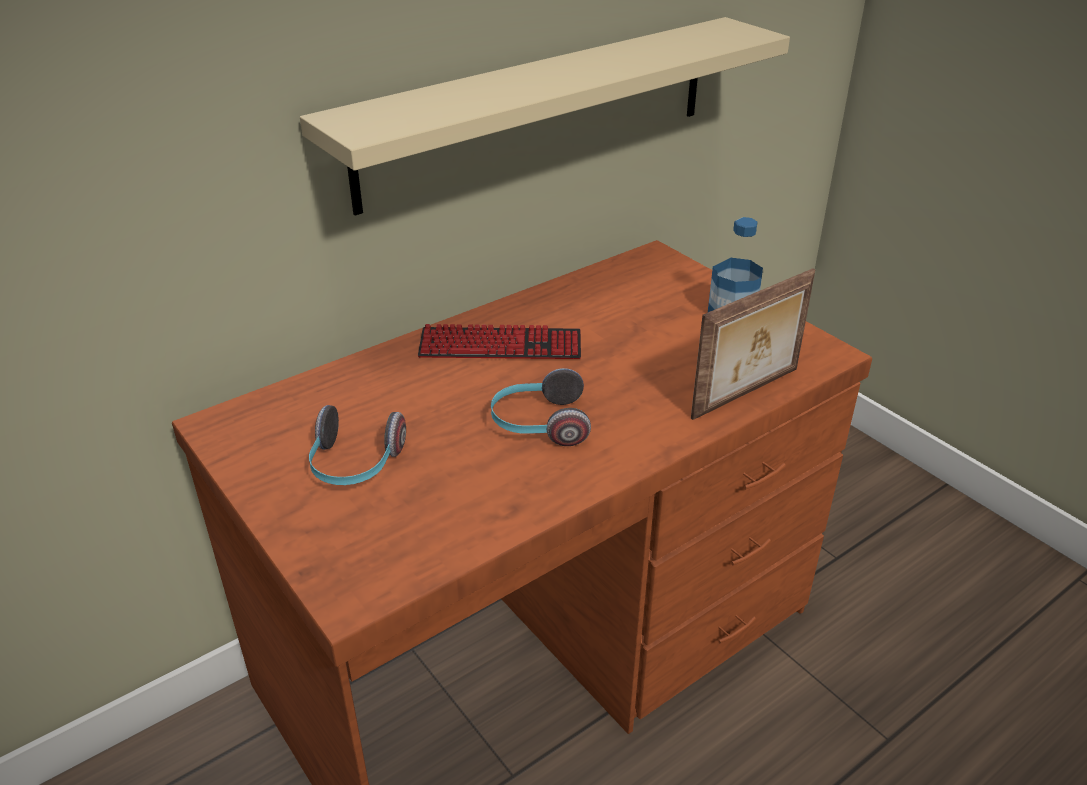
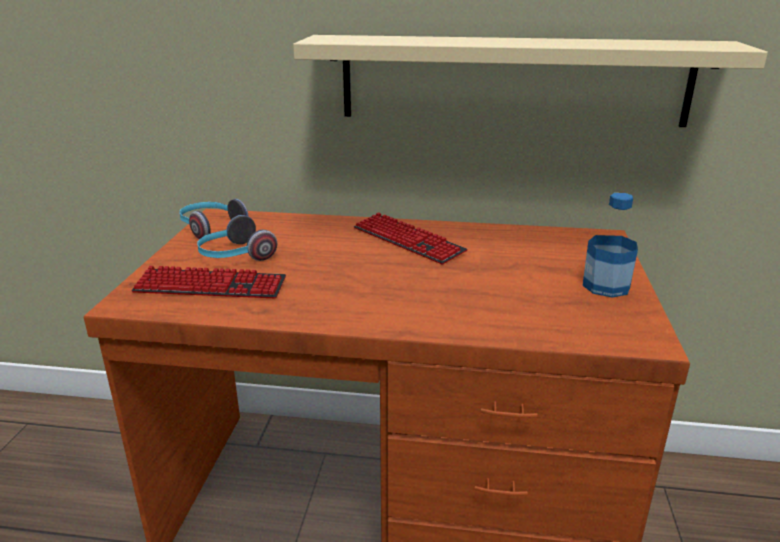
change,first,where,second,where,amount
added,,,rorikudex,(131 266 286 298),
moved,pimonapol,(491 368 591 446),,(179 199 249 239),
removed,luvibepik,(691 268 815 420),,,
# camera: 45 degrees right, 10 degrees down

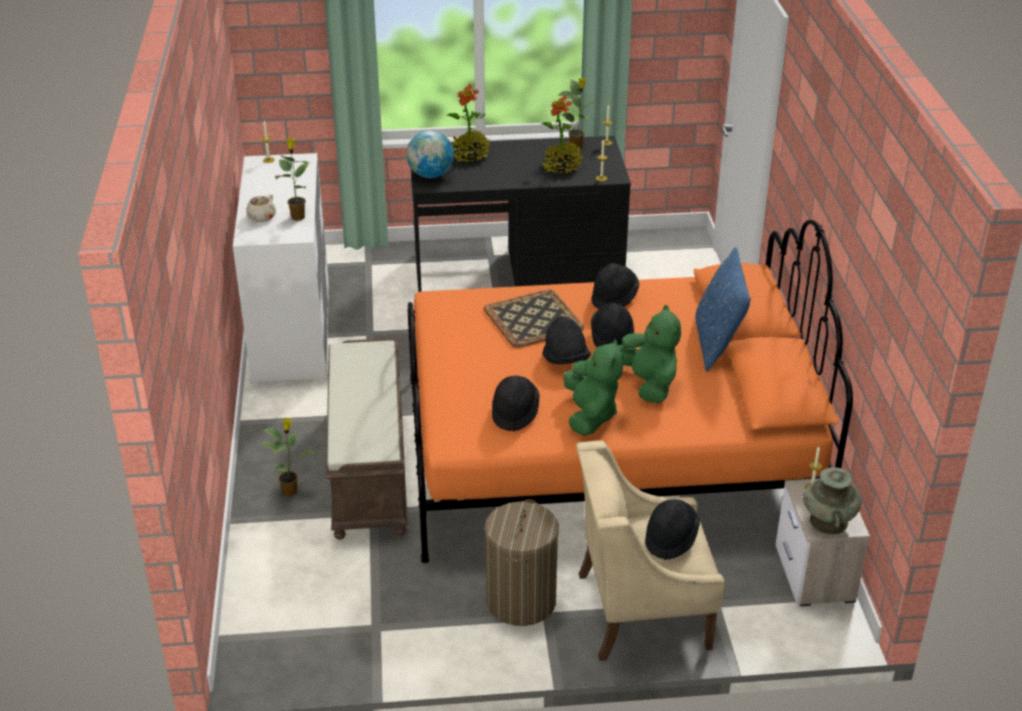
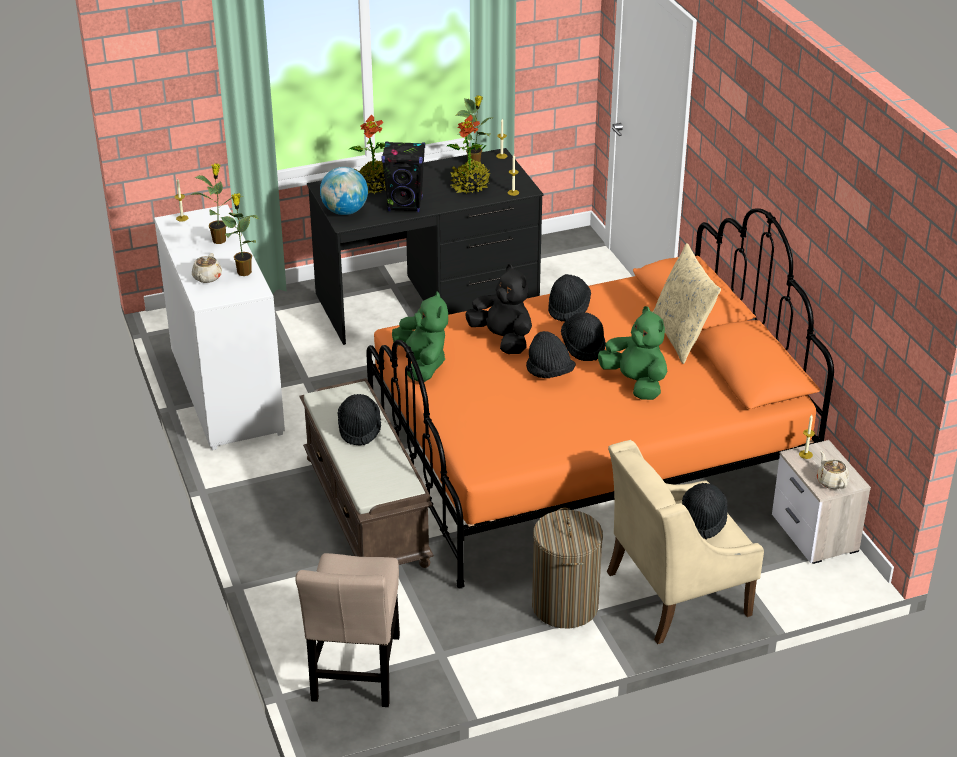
change,first,where,second,where,amount
moved,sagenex,(260 418 315 497),,(191 163 243 244),
added,,,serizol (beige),(295 553 400 707),
moved,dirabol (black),(492 375 540 432),,(337 394 381 445),
added,,,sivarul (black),(381 141 425 212),
moved,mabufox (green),(564 339 623 436),,(392 291 448 382),
replaced,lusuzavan,(484 290 584 348),mabufox (black),(465 264 532 354),
recoloured,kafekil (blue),(695 247 751 372),kafekil (beige),(653 243 721 364),
replaced,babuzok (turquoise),(803 467 862 535),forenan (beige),(817 450 850 489),
# camera: 15 degrees left, 0 degrees up

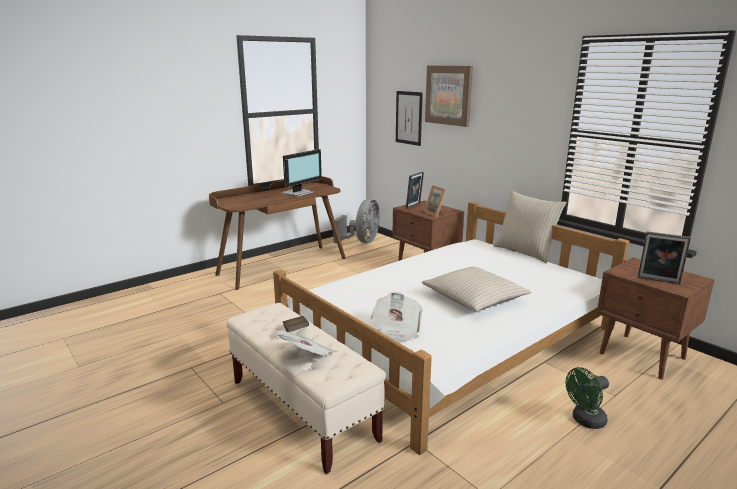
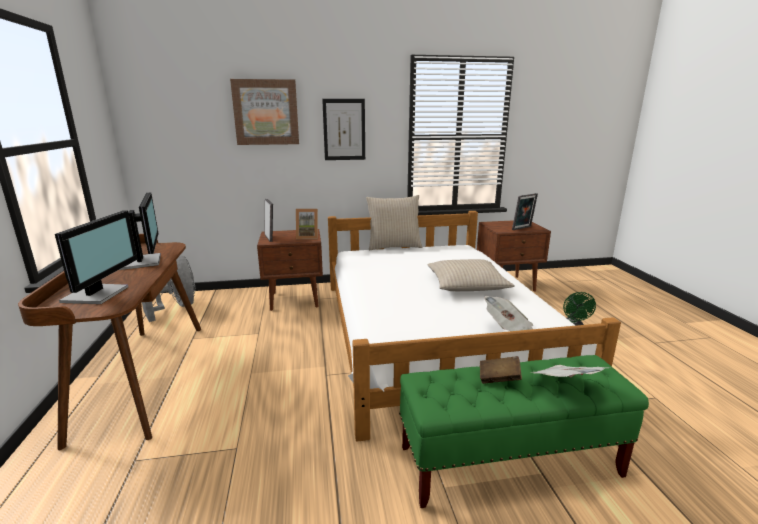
change,first,where,second,where,amount
added,,,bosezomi,(55 210 138 304),
moved,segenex,(396 91 423 146),,(322 99 365 160),
recoloured,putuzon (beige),(226 303 386 474),putuzon (green),(399 355 649 508),
# camera: 60 degrees left, 0 degrees up

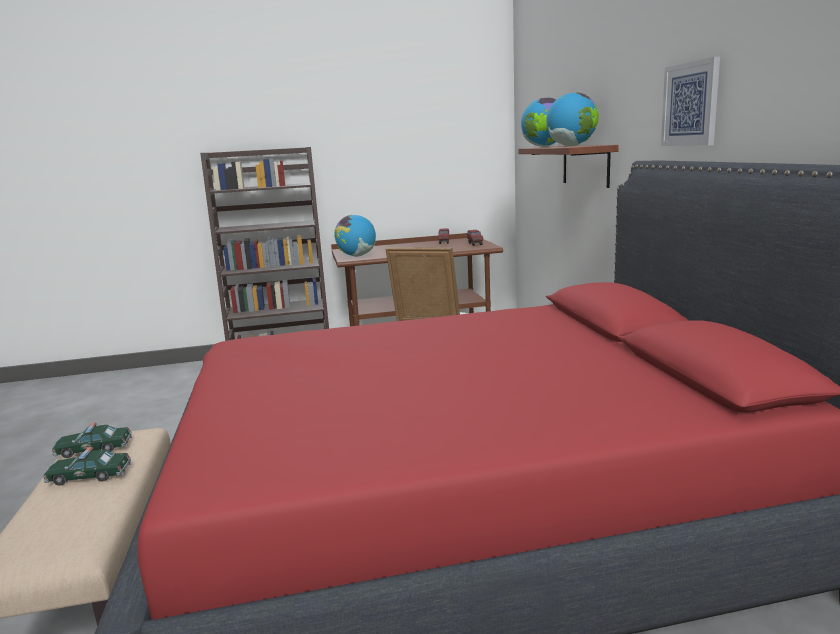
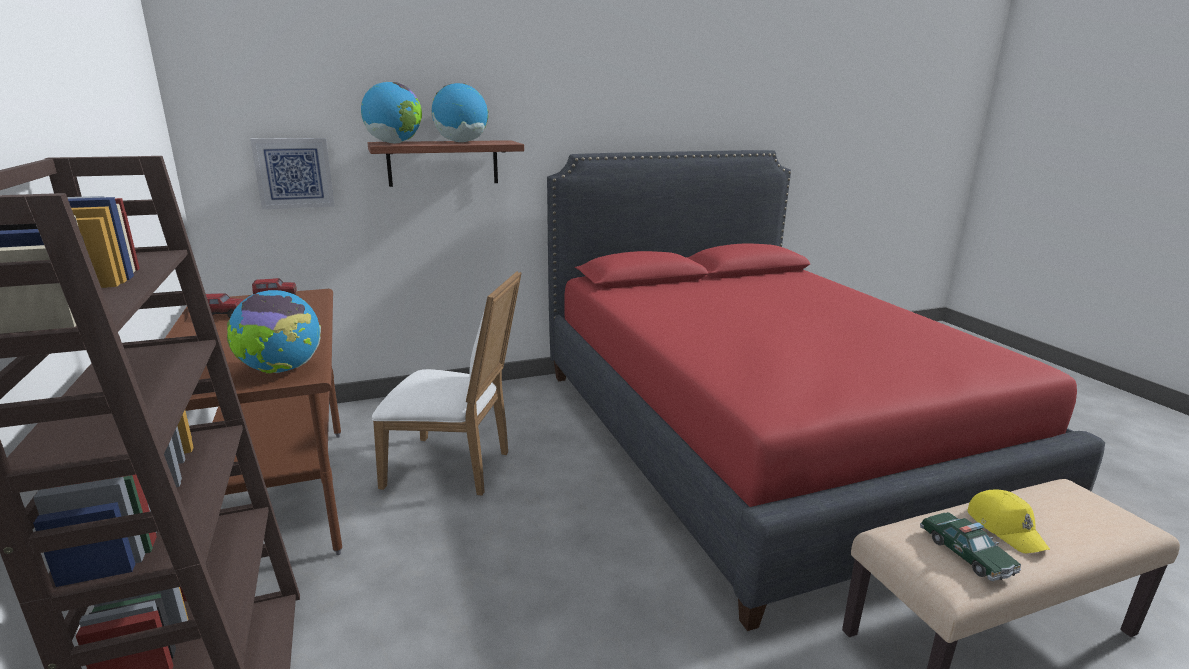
change,first,where,second,where,amount
moved,segenex,(661 57 720 146),,(250 138 334 209),
replaced,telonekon,(43 447 131 486),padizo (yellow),(968 490 1050 553),
# camera: 100 degrees left, 5 degrees up

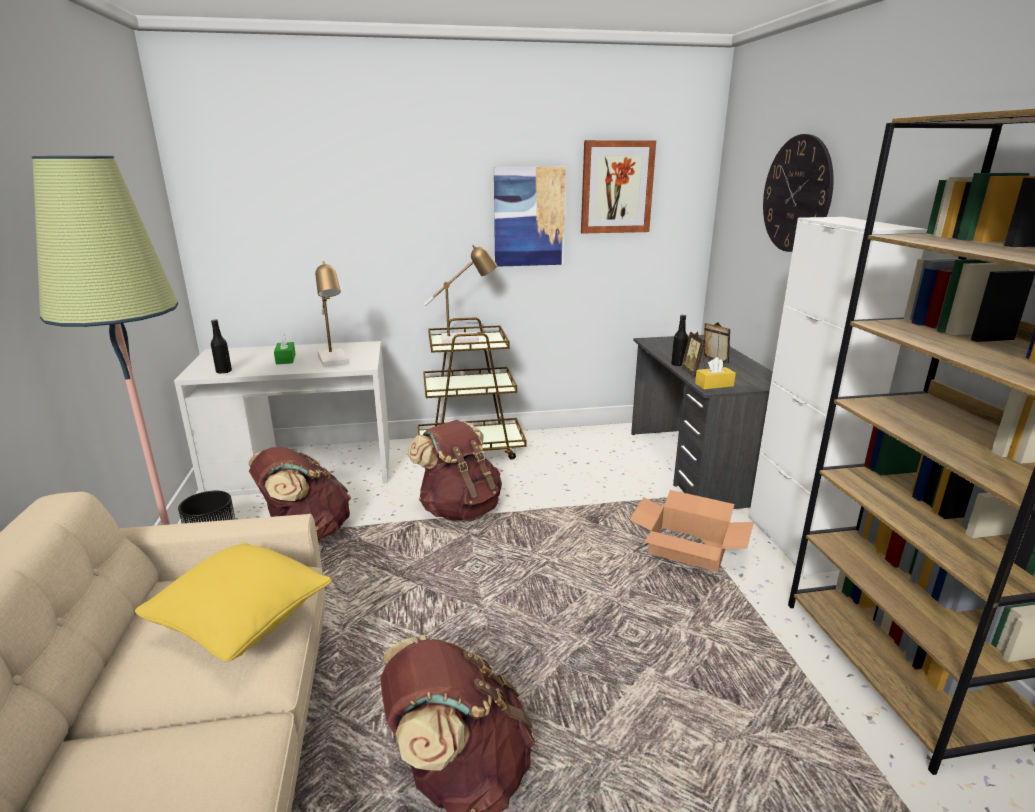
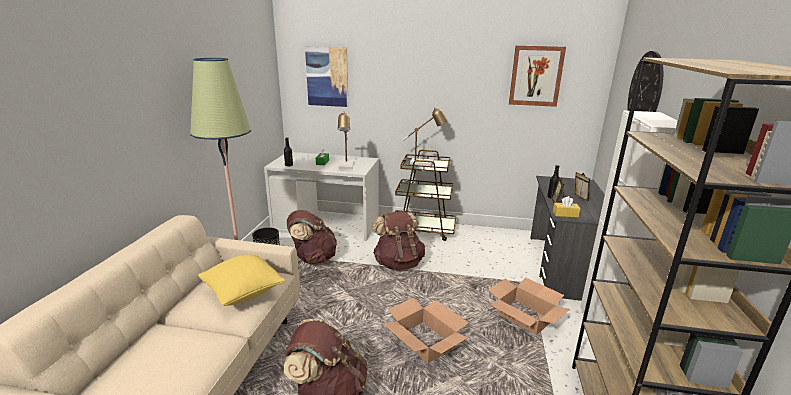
change,first,where,second,where,amount
moved,segenex,(494 167 566 267),,(305 47 349 107),
added,,,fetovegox,(384 297 468 363),
# camera: 20 degrees right, 0 degrees up

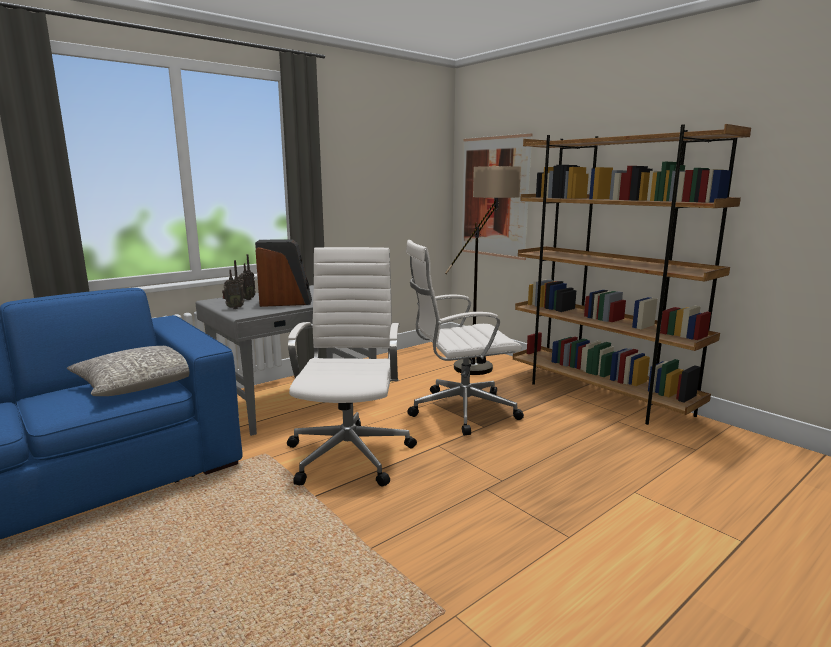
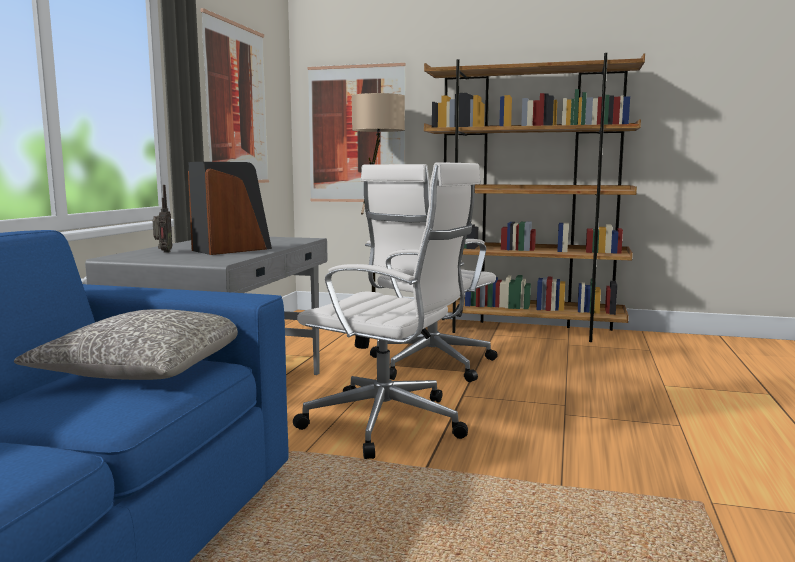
change,first,where,second,where,amount
added,,,segenex,(200 8 269 183),
turned,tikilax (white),(287 247 417 487),,(293 162 481 459),150 degrees clockwise
removed,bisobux,(222 260 244 309),,,
# camera: 35 degrees left, 5 degrees down

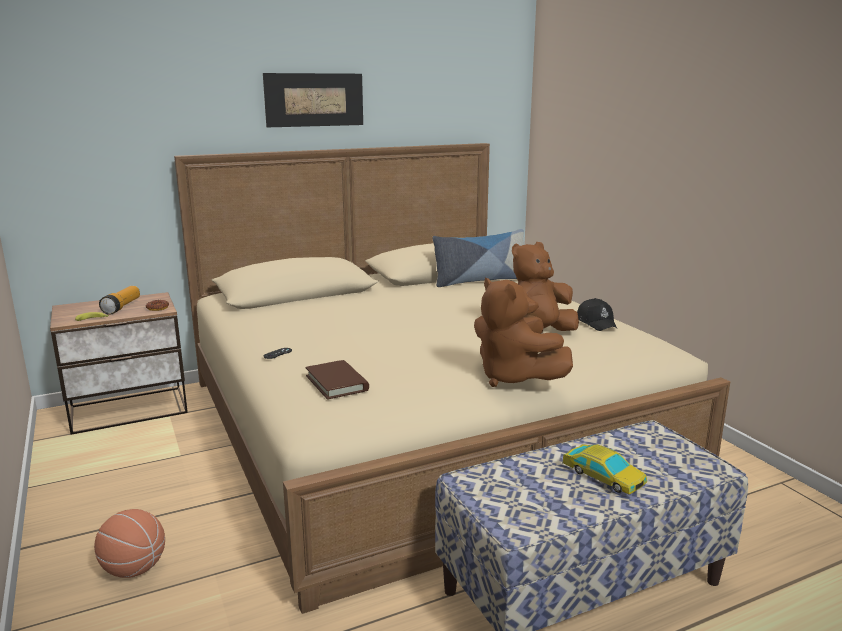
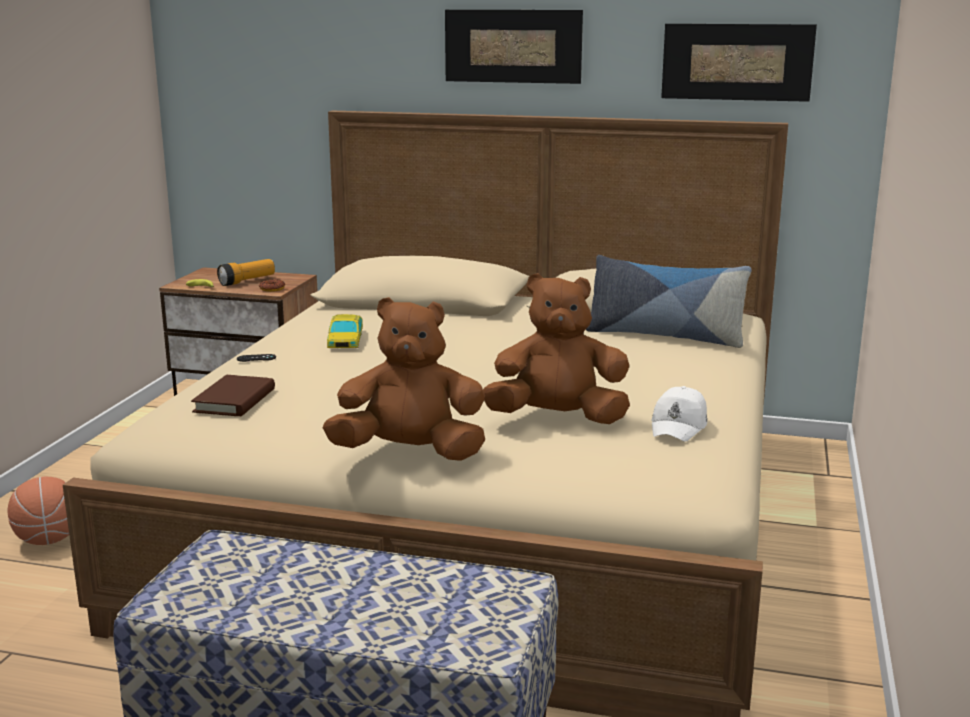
change,first,where,second,where,amount
turned,mabufox (brown),(474 278 573 387),,(323 297 485 461),90 degrees clockwise
moved,telonekon,(562 444 647 495),,(327 314 363 348),
recoloured,padizo (black),(577 298 617 331),padizo (white),(651 386 707 442),
added,,,segenex,(661 24 817 102),
# camera: 40 degrees right, 0 degrees up

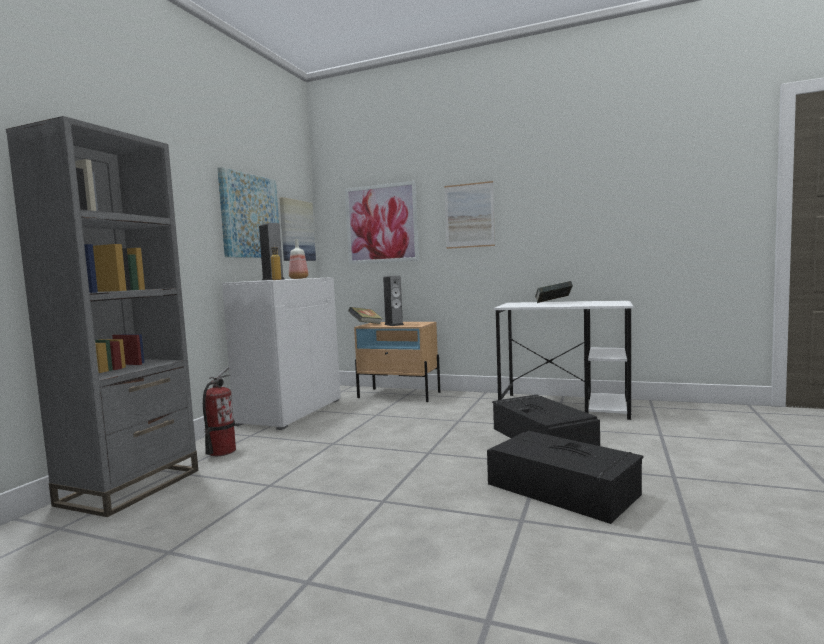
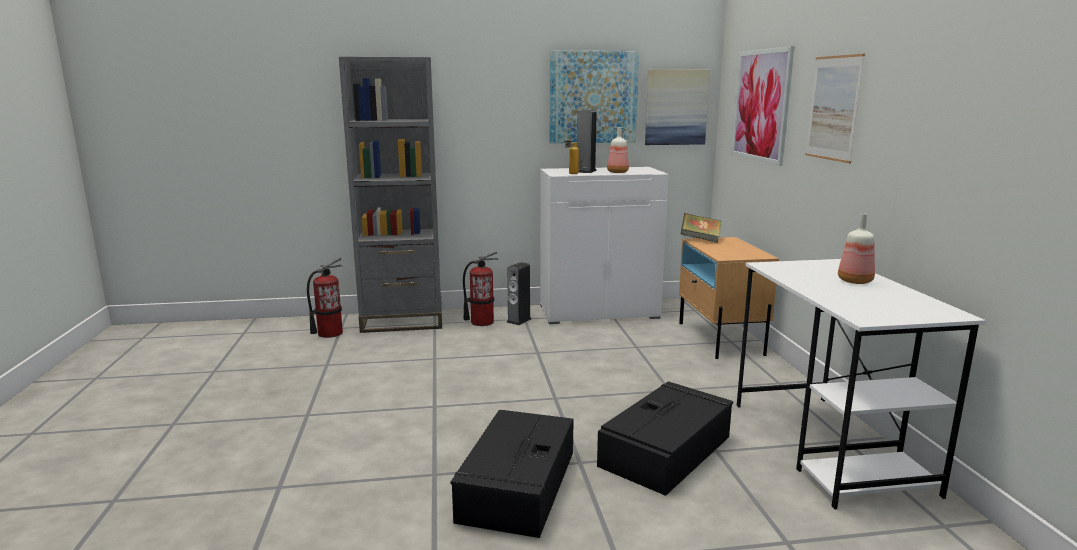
change,first,where,second,where,amount
added,,,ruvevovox,(307 258 343 338),
moved,sivarul,(383 275 404 326),,(506 262 532 325),
replaced,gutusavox,(535 281 573 303),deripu,(838 213 875 284),
# camera: 60 degrees right, 10 degrees up

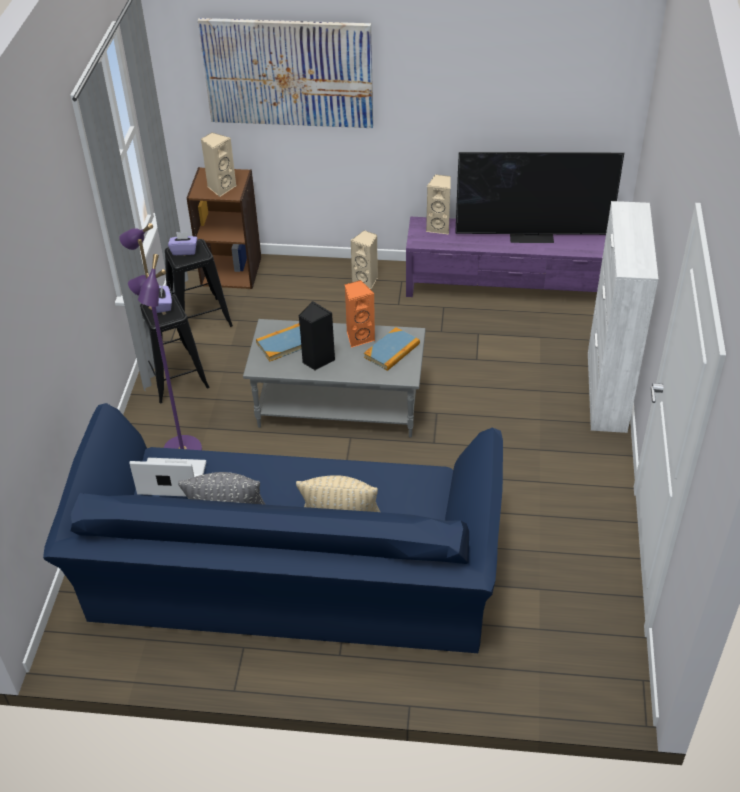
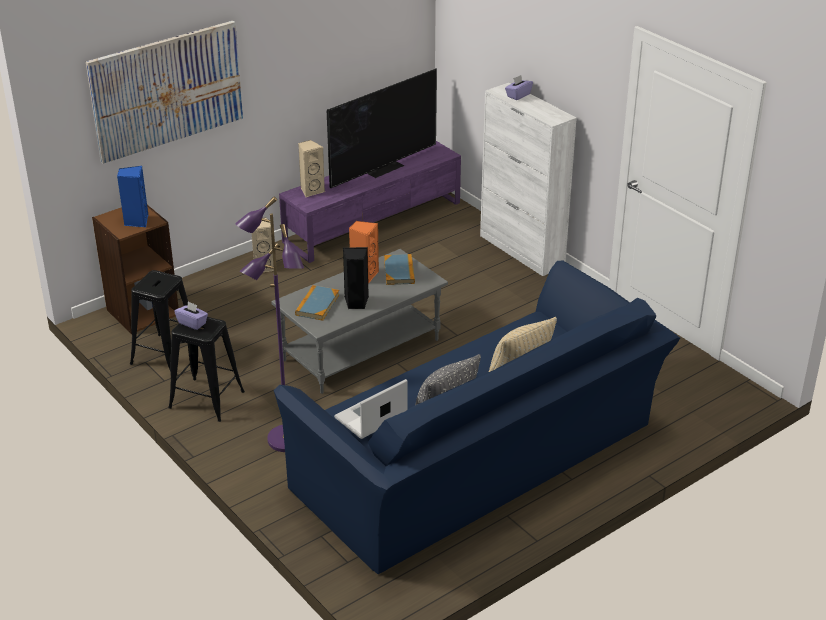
change,first,where,second,where,amount
recoloured,sivarul (beige),(201 132 236 197),sivarul (blue),(117 166 149 227),
moved,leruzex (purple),(168 232 197 255),,(505 75 533 100),
# camera: 45 degrees left, 10 degrees down

